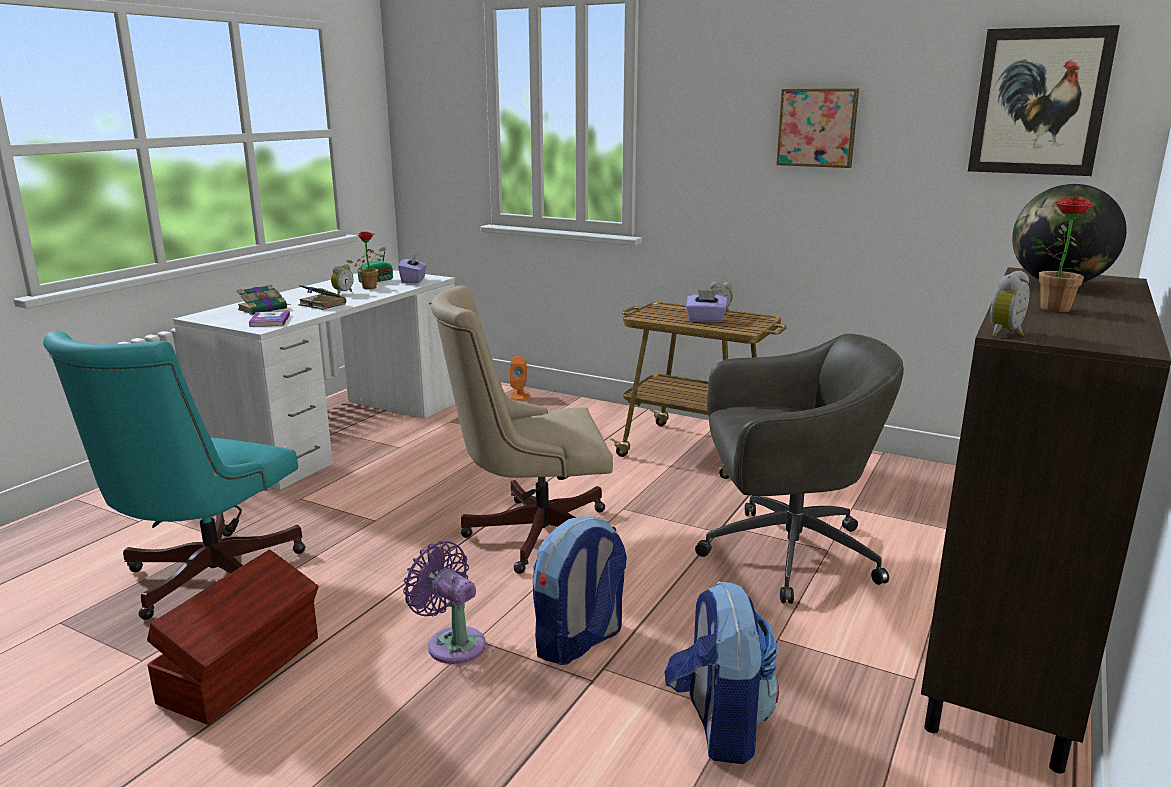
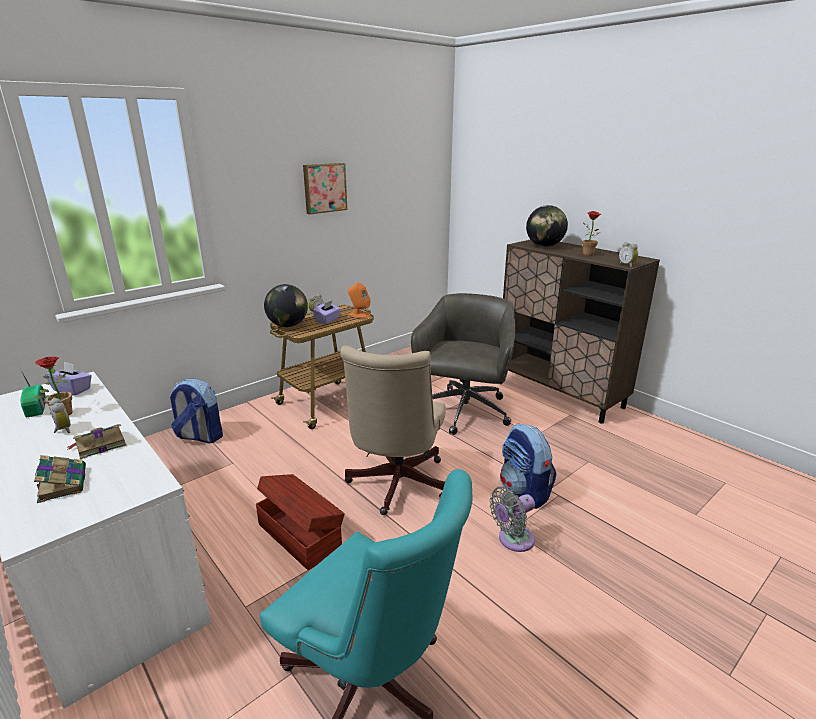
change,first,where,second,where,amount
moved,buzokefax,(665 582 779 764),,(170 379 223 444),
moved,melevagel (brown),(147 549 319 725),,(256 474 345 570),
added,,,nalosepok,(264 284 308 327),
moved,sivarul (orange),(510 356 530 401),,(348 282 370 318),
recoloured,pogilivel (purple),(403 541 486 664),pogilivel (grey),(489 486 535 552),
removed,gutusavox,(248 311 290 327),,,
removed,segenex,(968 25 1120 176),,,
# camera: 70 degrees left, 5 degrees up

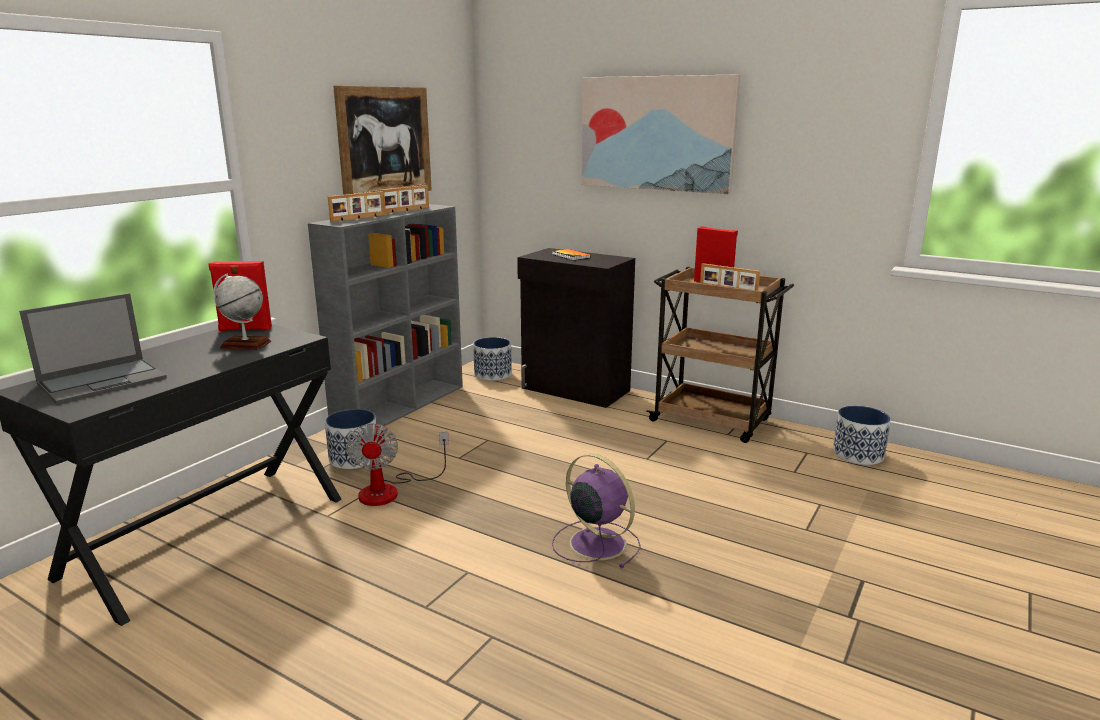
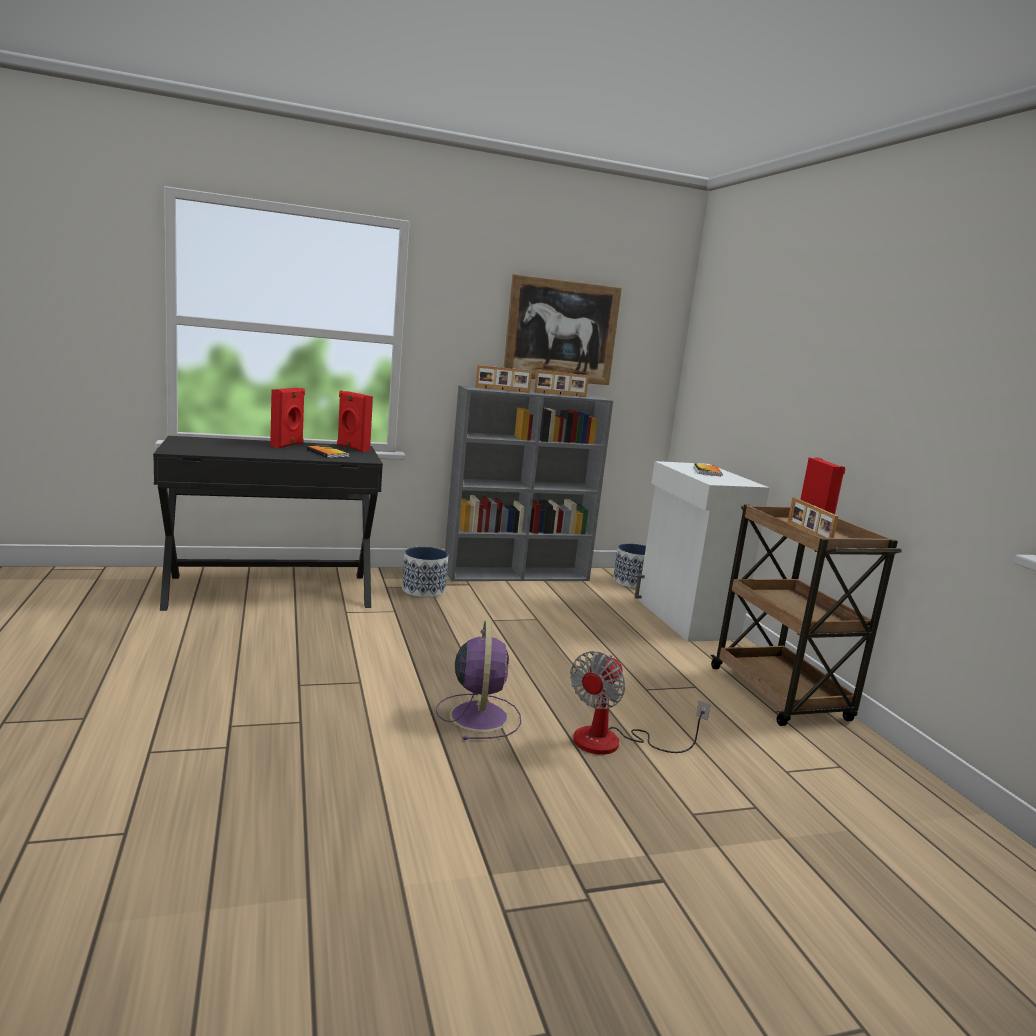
change,first,where,second,where,amount
added,,,sivarul (red),(270 388 305 448),
replaced,nalosepok,(213 273 271 350),gutusavox,(307 445 349 458),
moved,pogilivel,(346 423 449 506),,(570 651 711 755),
recoloured,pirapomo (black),(517 248 635 408),pirapomo (white),(635 461 770 642),
removed,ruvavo,(19 293 167 404),,,
removed,segenex,(581 74 740 194),,,
removed,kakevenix,(833 406 891 465),,,
# camera: 40 degrees right, 5 degrees down

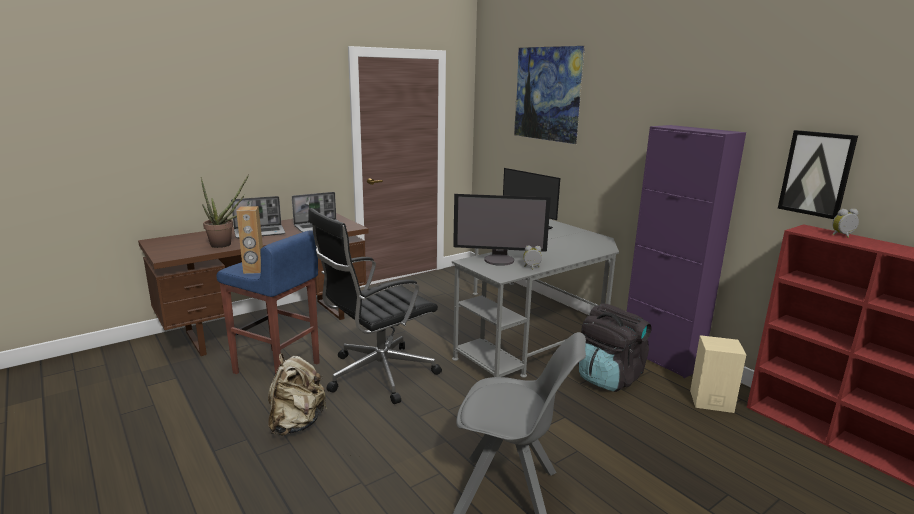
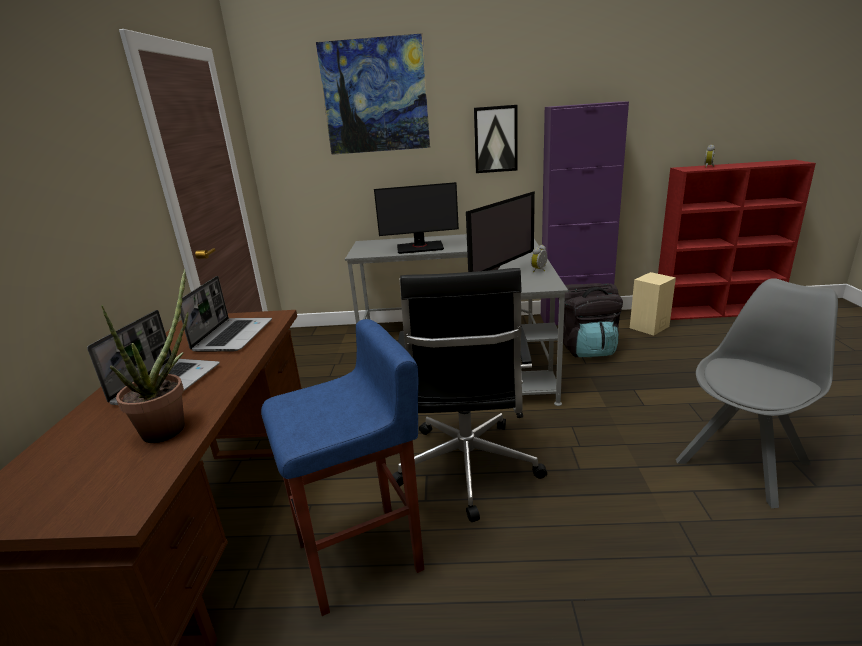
change,first,where,second,where,amount
moved,segenex,(778 130 858 219),,(474 105 518 173),
removed,sivarul (brown),(236 206 263 274),,,
removed,buzokefax (beige),(268 353 327 436),,,
# camera: 50 degrees left, 5 degrees up

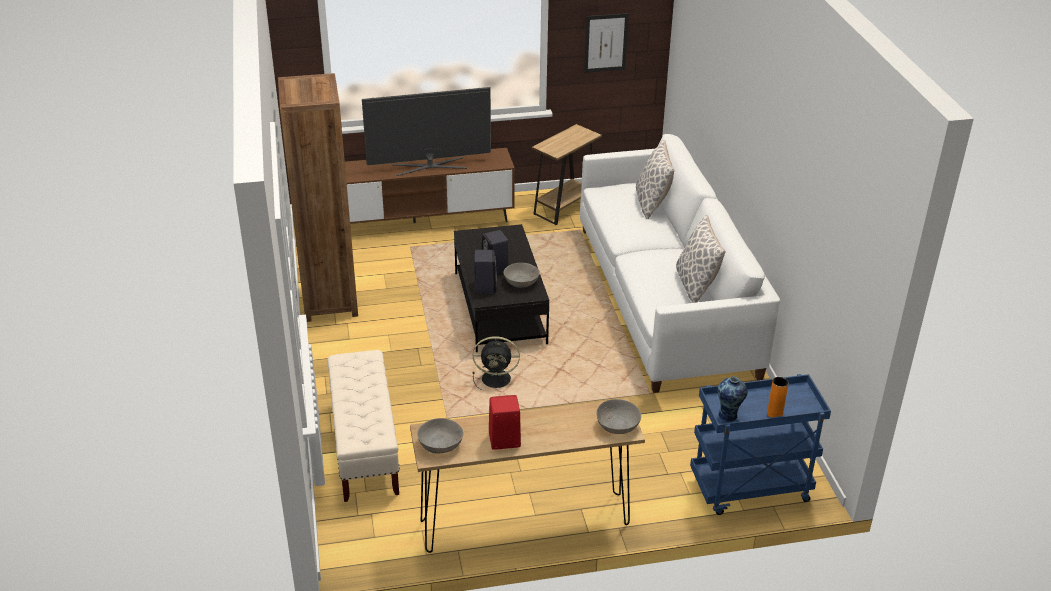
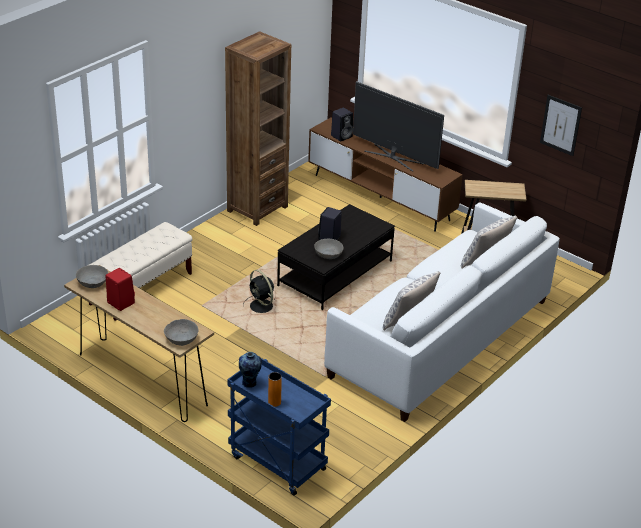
change,first,where,second,where,amount
moved,sivarul (black),(474 250 497 293),,(331 107 353 141),
# camera: 50 degrees right, 0 degrees up

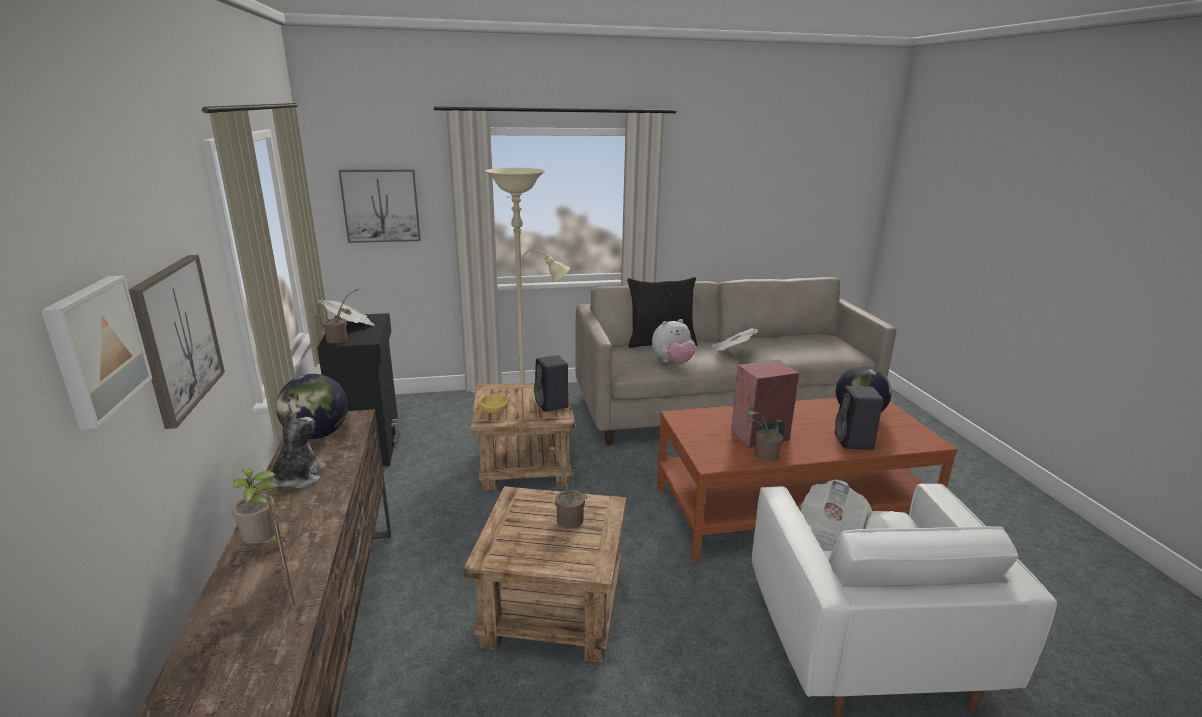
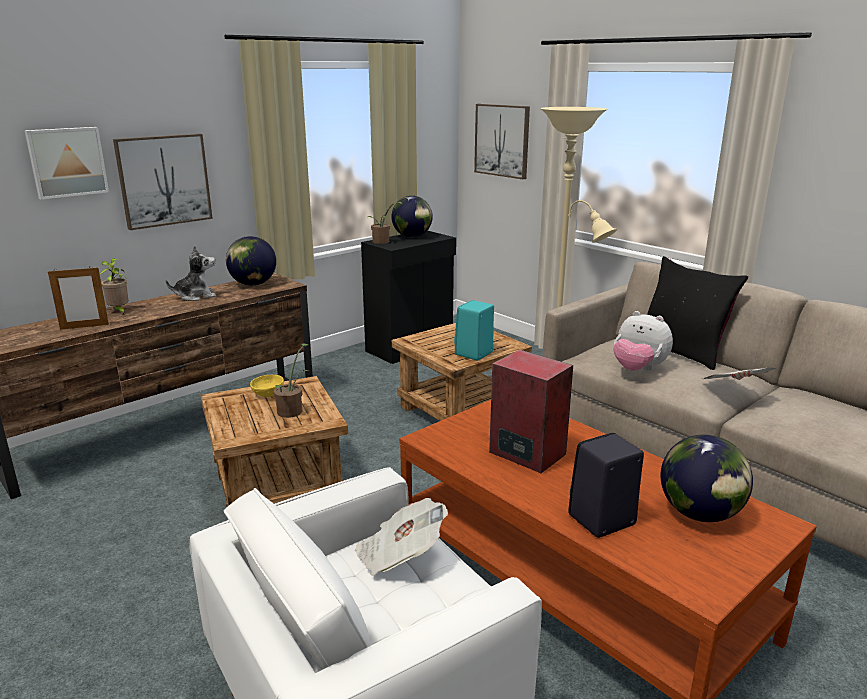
change,first,where,second,where,amount
turned,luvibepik,(265 486 295 606),,(48 267 109 330),135 degrees counterclockwise
moved,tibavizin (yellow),(479 394 509 414),,(250 375 284 397),
replaced,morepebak,(318 300 374 325),nalosepok,(391 196 433 237),
recoloured,sivarul (black),(534 355 569 412),sivarul (turquoise),(454 300 494 360),
removed,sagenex,(747 411 783 462),,,
# camera: 60 degrees right, 0 degrees up

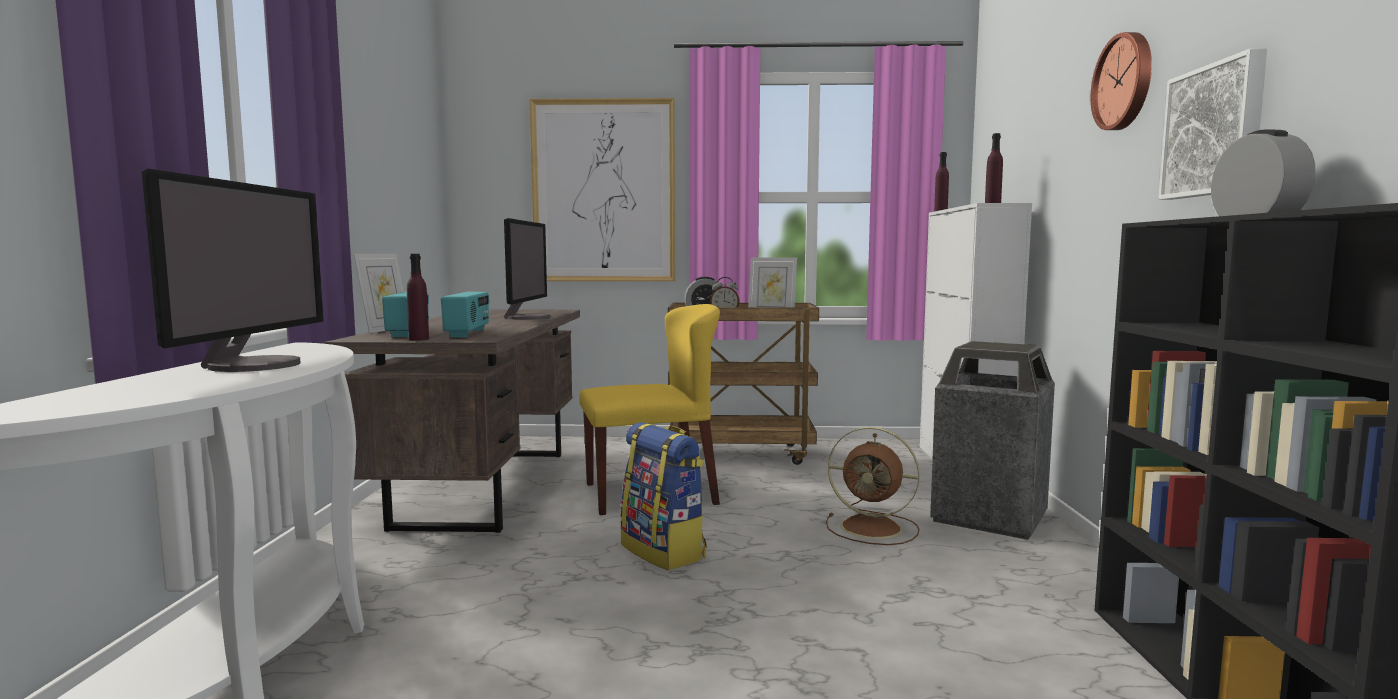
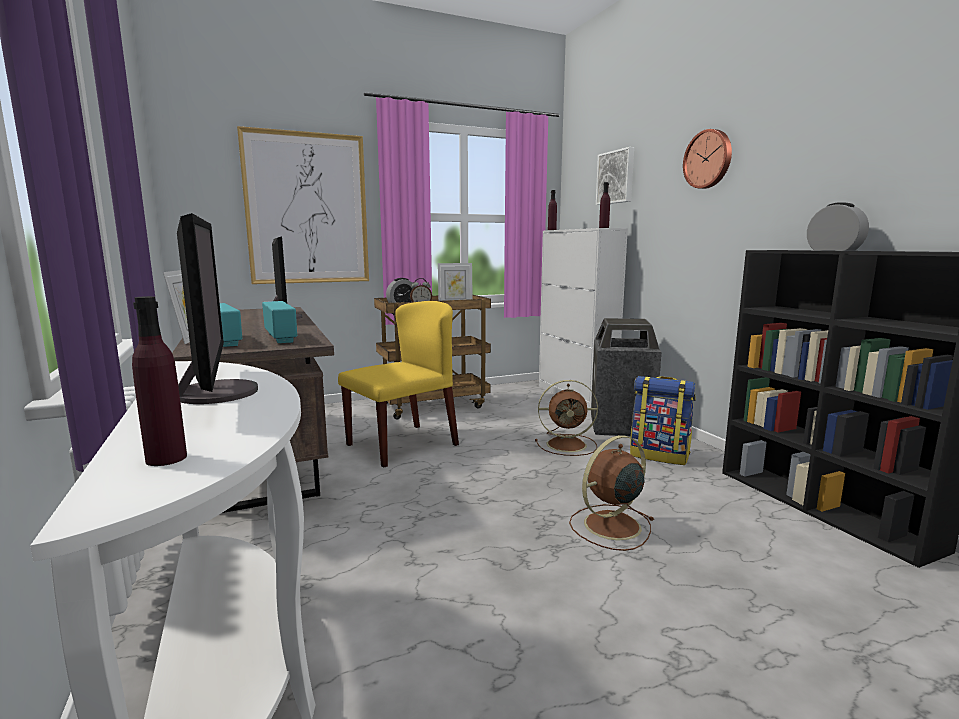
change,first,where,second,where,amount
moved,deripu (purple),(407 254 429 341),,(132 296 187 466),
added,,,pogilivel (brown),(569 435 655 551),
moved,segenex,(1158 48 1267 200),,(596 147 634 205),
moved,buzokefax,(621 422 707 570),,(630 376 696 465),
# camera: 25 degrees left, 5 degrees up

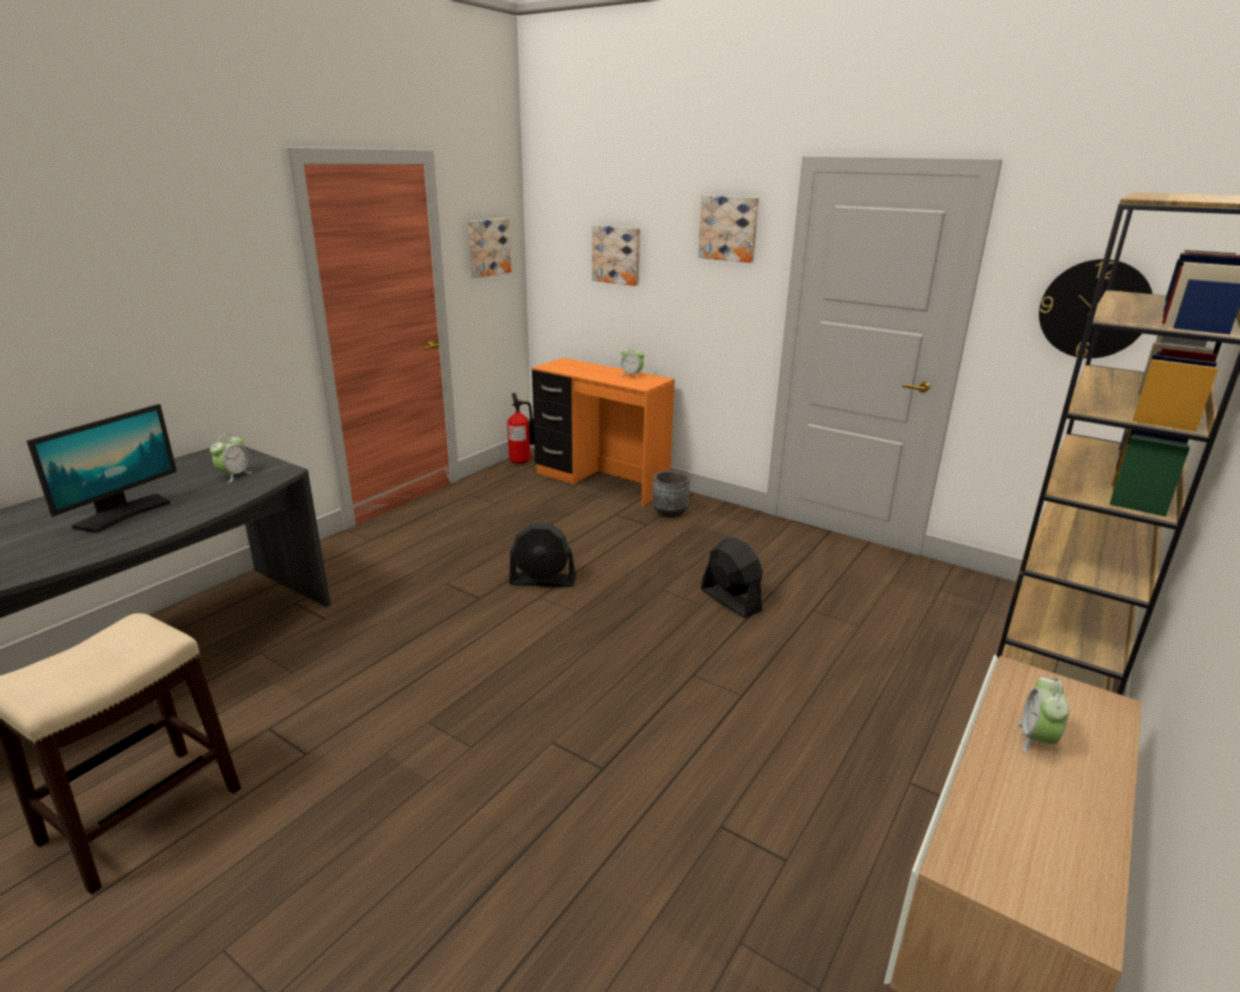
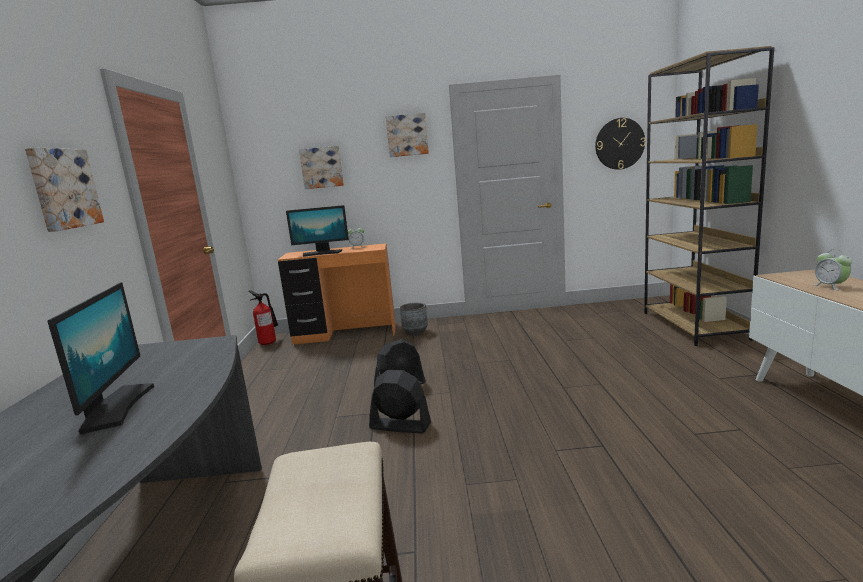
change,first,where,second,where,amount
moved,segenex,(468 218 512 278),,(25 147 104 232),
added,,,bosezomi,(286 205 349 257),
moved,pogilivel (black),(701 537 763 618),,(369 370 431 433),
removed,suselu,(210 434 252 483),,,
# camera: 35 degrees left, 10 degrees down

